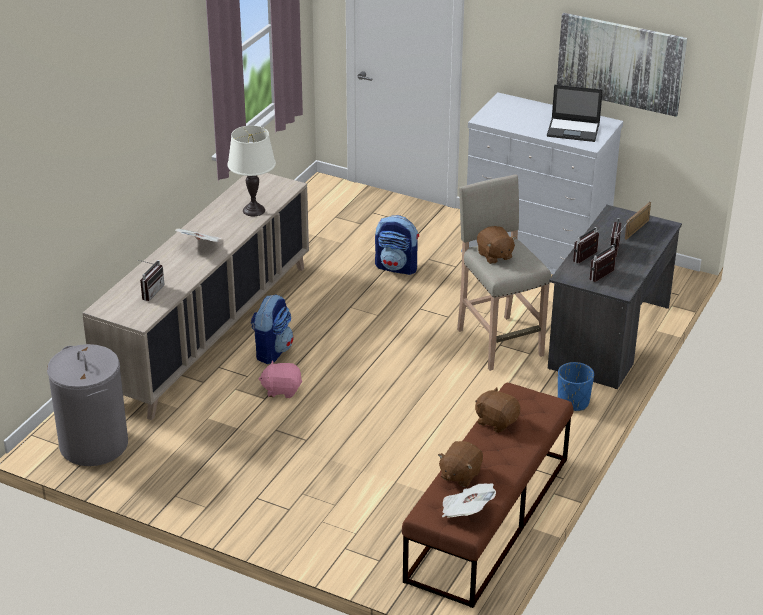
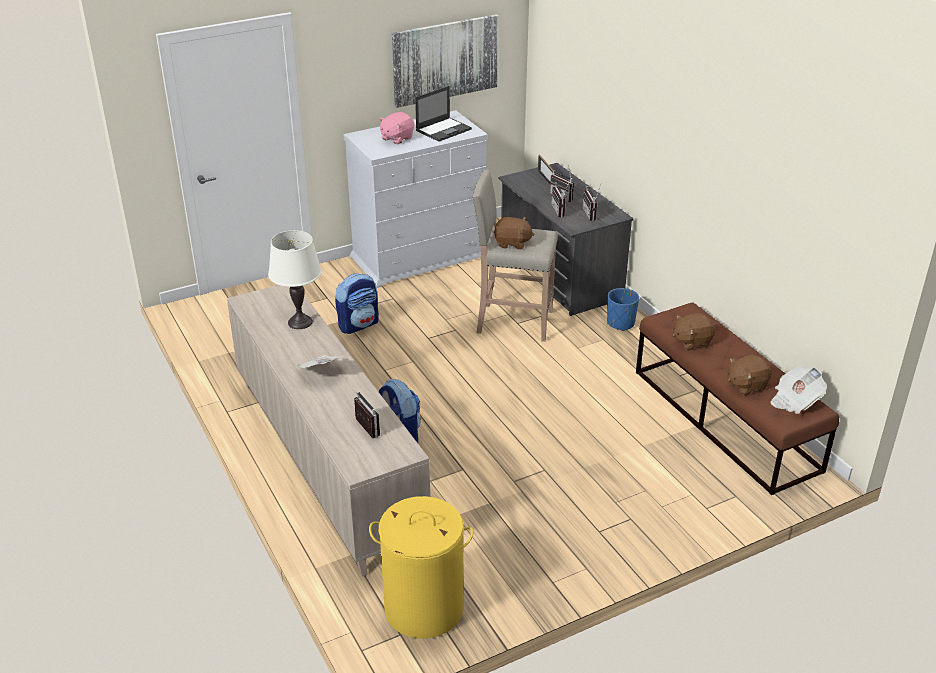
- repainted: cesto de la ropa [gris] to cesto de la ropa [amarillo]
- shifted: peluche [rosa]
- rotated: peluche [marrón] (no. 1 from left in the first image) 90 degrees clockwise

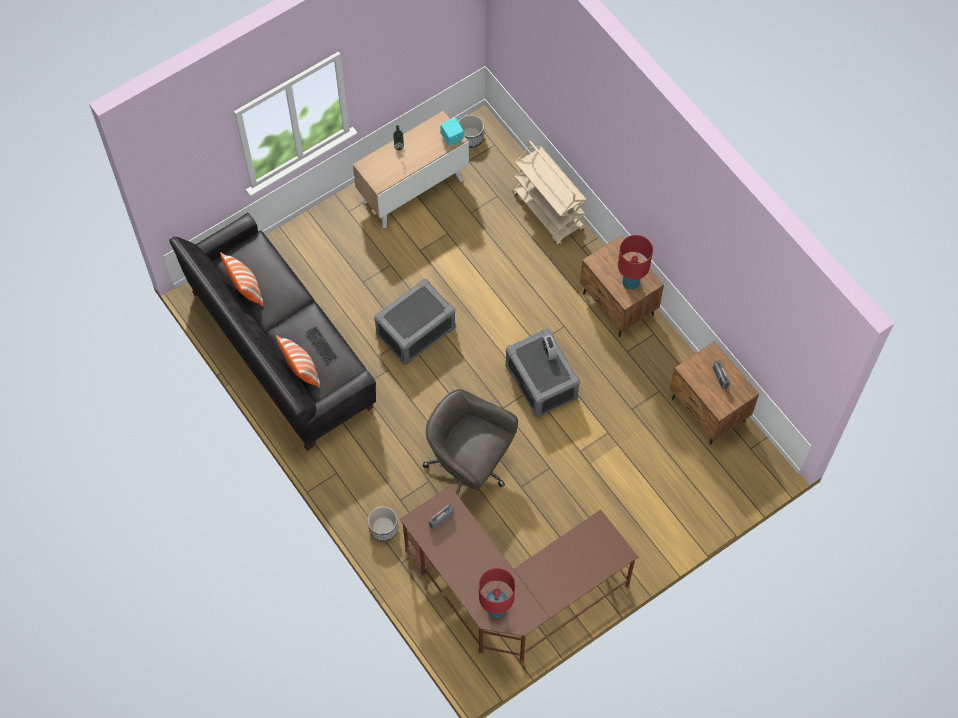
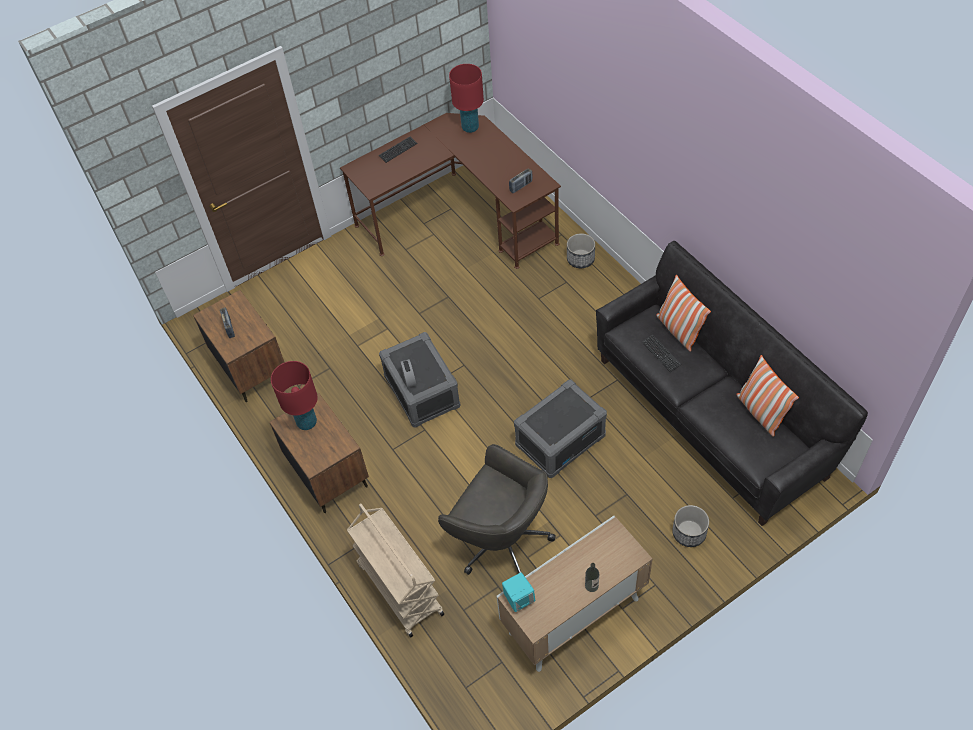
- shifted: maceta (no. 2 from left)
- shifted: silla de oficina [gris]
- new: teclado (no. 1 from left)

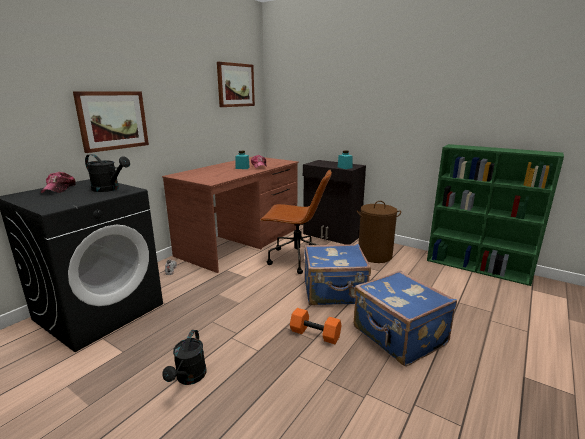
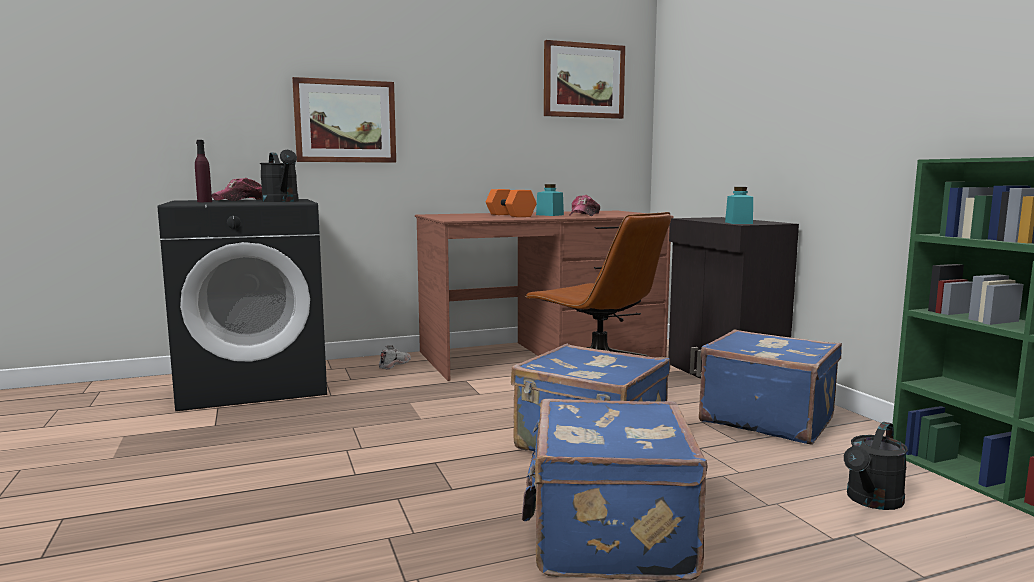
- swapped: cesto de la ropa [marrón] to maleta [azul] (no. 3 from left)
- shifted: mancuerna [naranja]
- shifted: regadera [negro] (no. 2 from left)
- new: botella [morado]

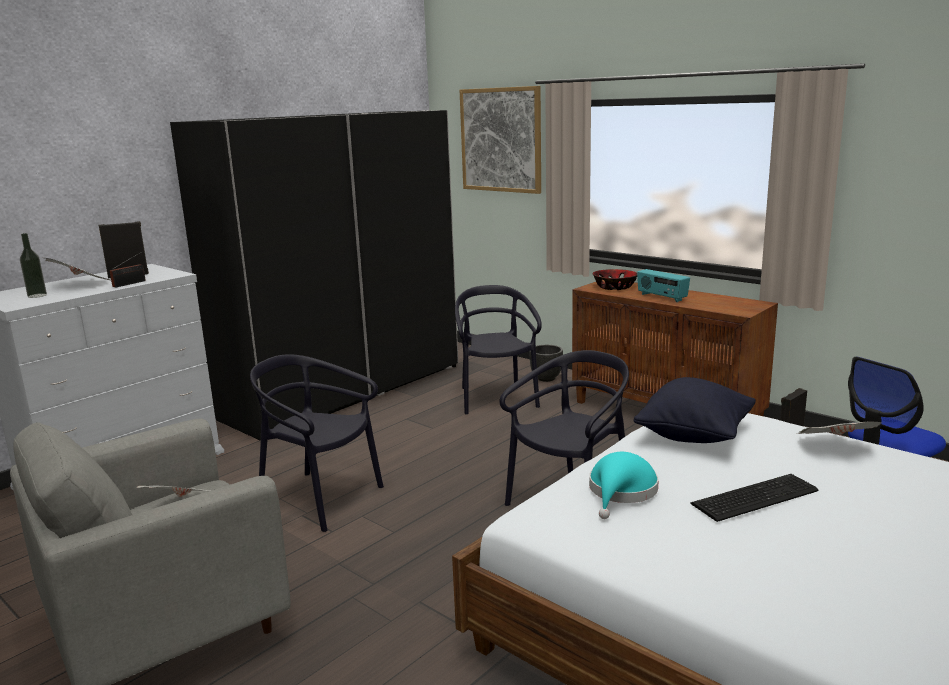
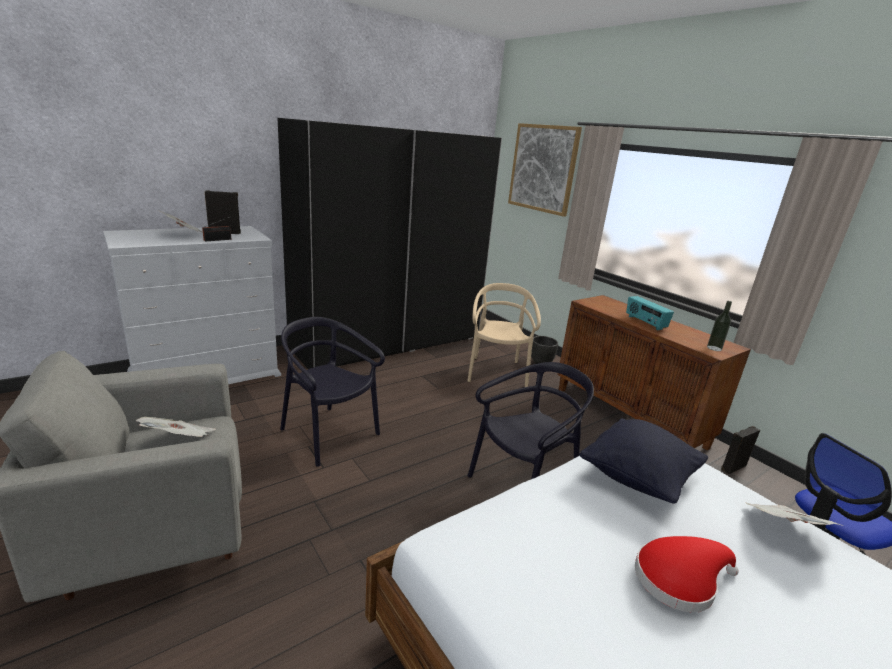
- shifted: botella
- gone: cuenco
- repainted: silla [negro] (no. 2 from left) to silla [beis]
- gone: sombrero [turquesa]
- swapped: teclado to sombrero [rojo]

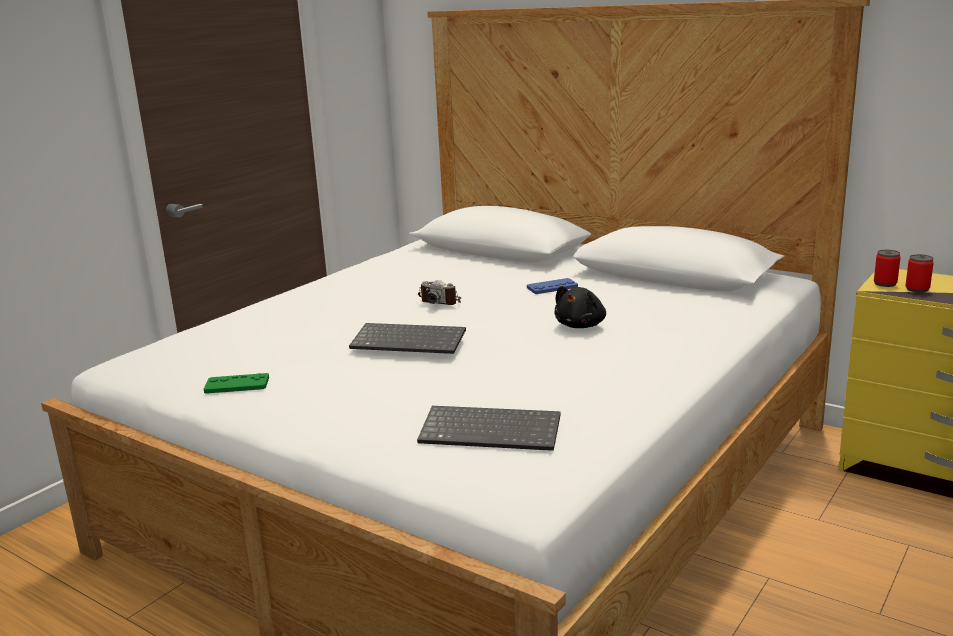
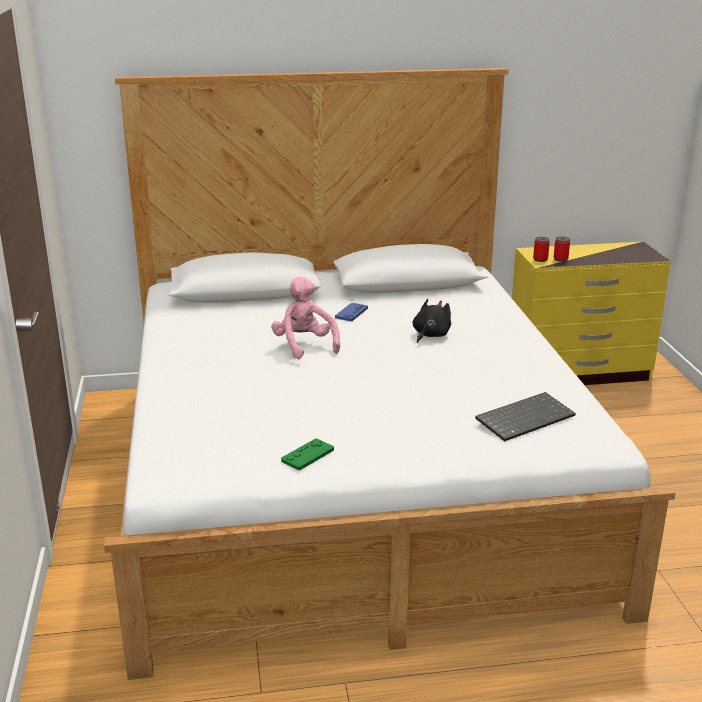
- swapped: cámara to peluche [rosa]
- rotated: peluche [negro] 135 degrees counterclockwise
- gone: teclado (no. 1 from left)

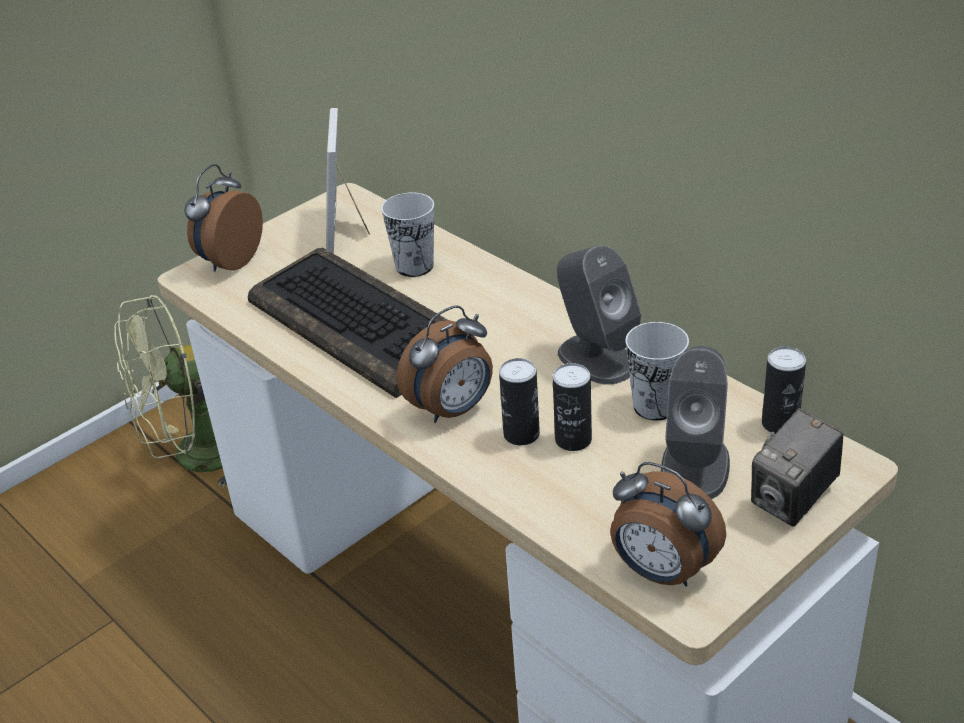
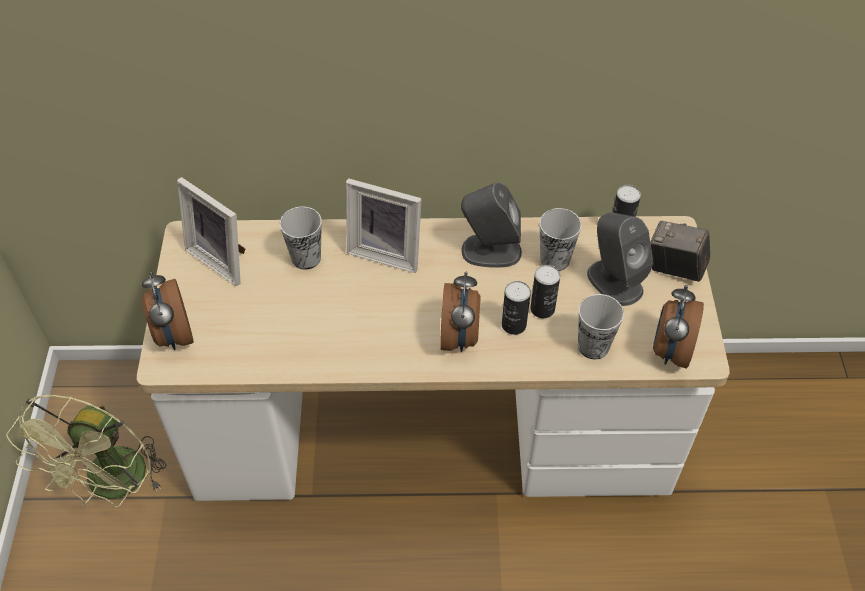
- gone: teclado
- rotated: cámara 120 degrees clockwise
- rotated: despertador (no. 3 from left) 120 degrees clockwise
- new: portarretratos (no. 2 from left)
- new: taza (no. 3 from left)

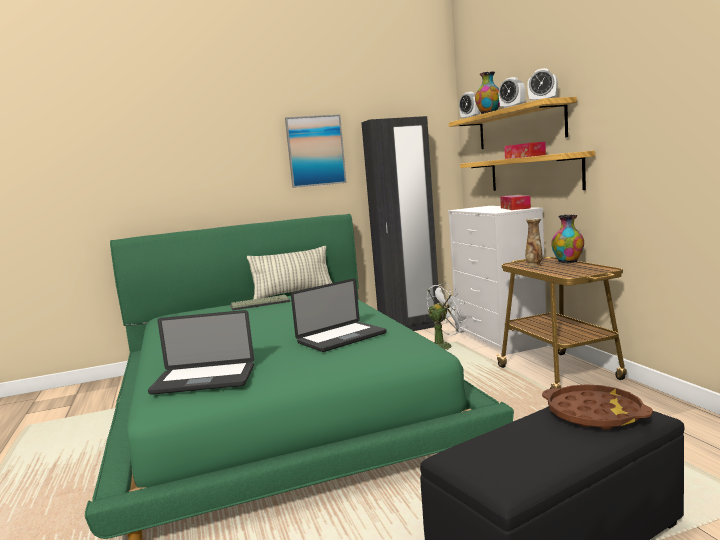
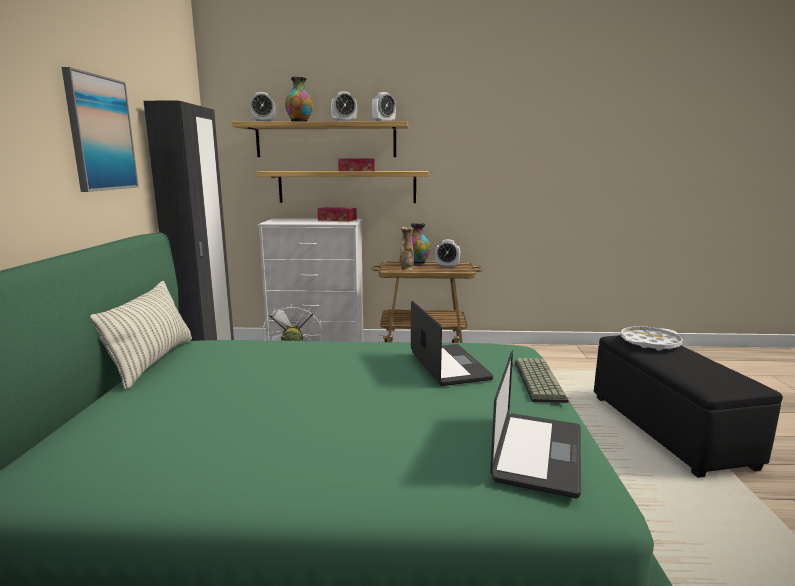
- shifted: teclado
- repainted: bandeja [marrón] to bandeja [blanco]
- new: despertador (no. 4 from left)

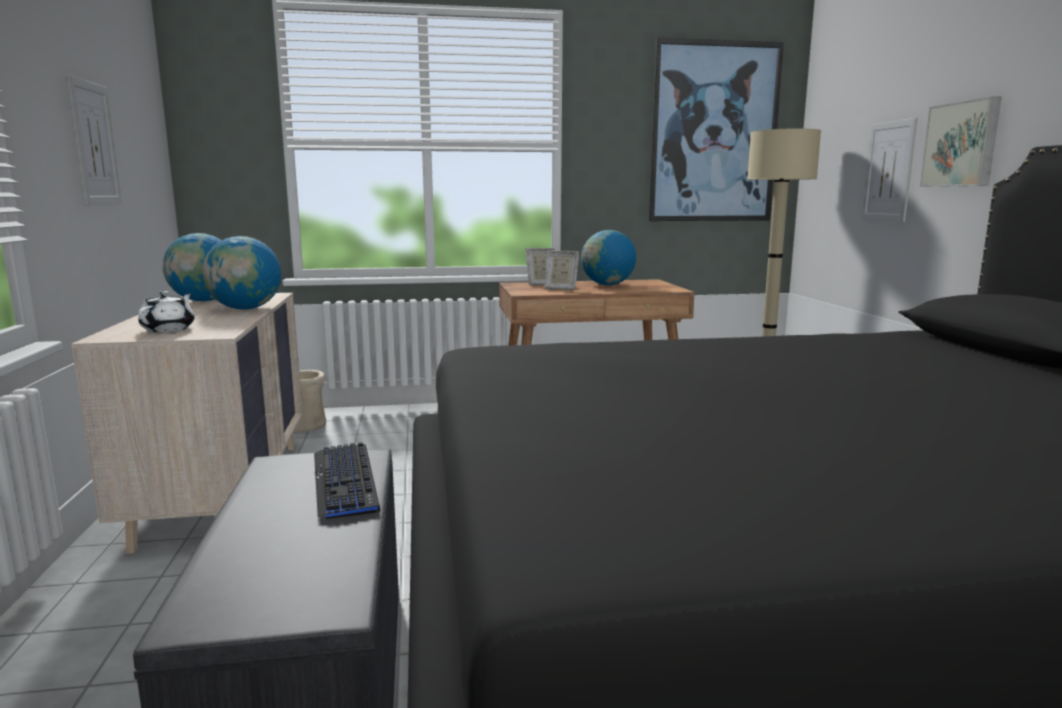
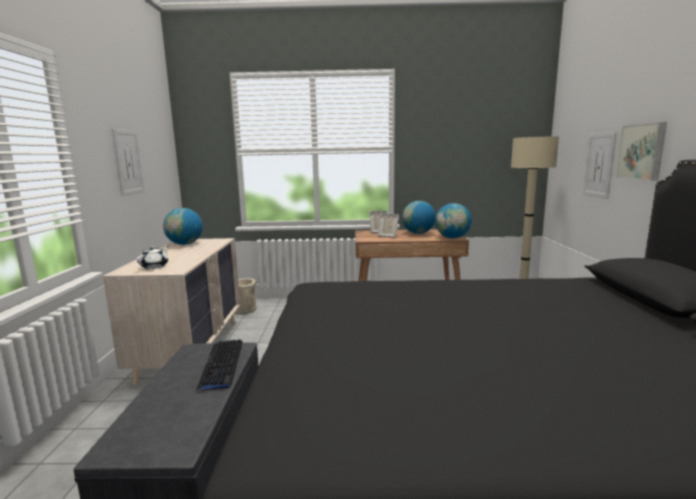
- gone: cuadro (no. 2 from left)
- shifted: globo terráqueo (no. 2 from left in the first image) to globo terráqueo (no. 3 from left)

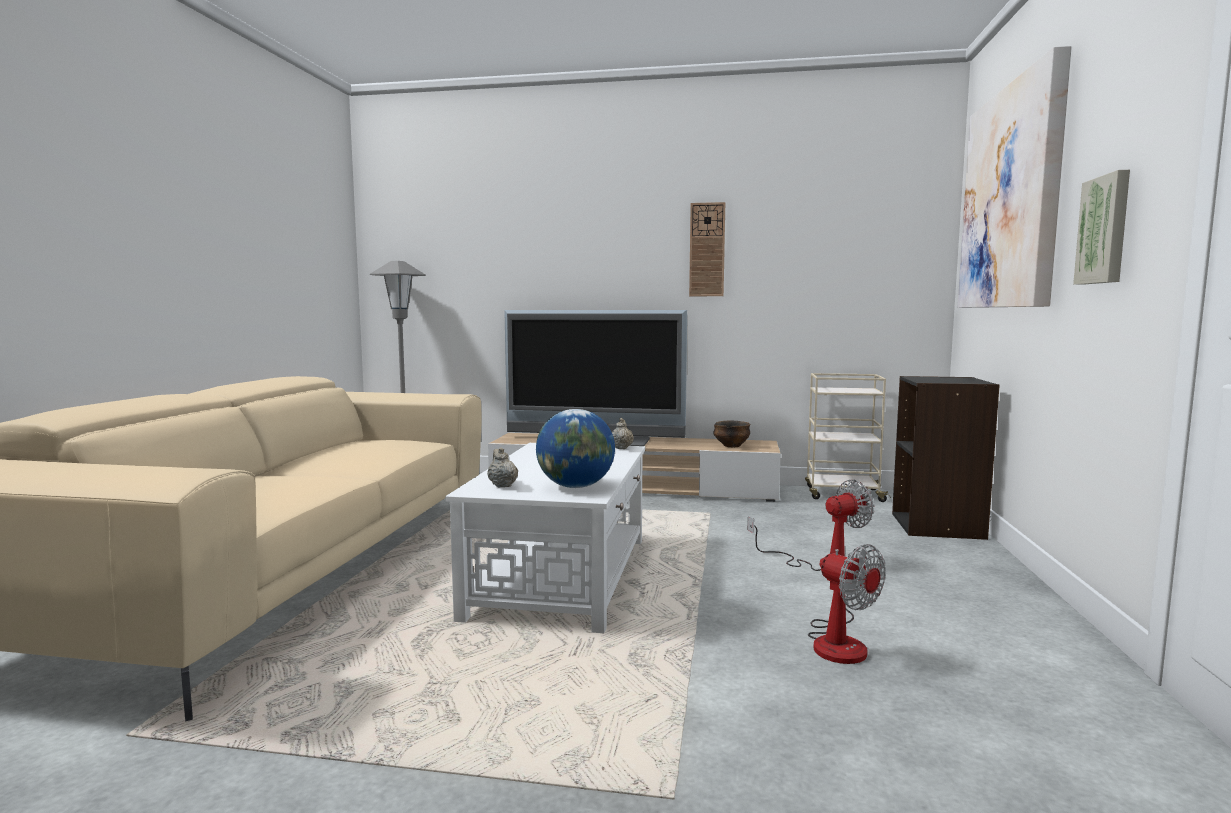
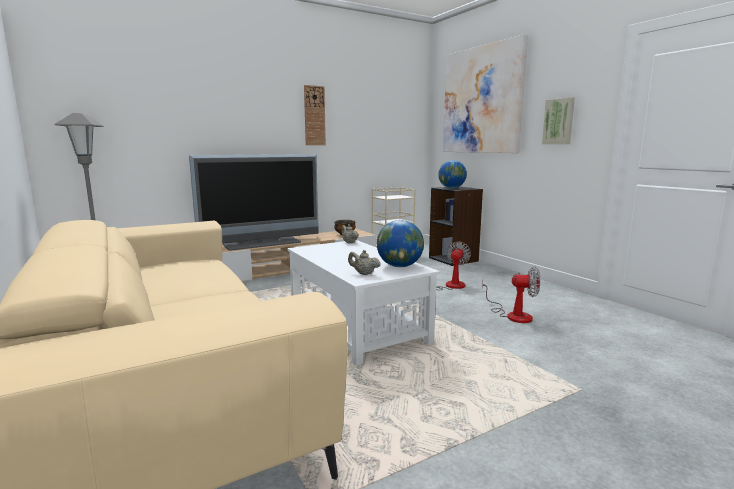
- new: globo terráqueo (no. 2 from left)

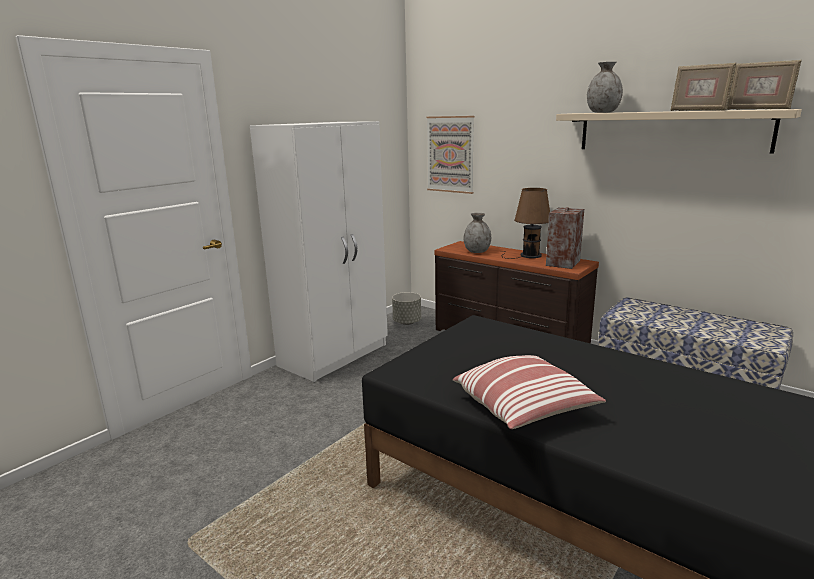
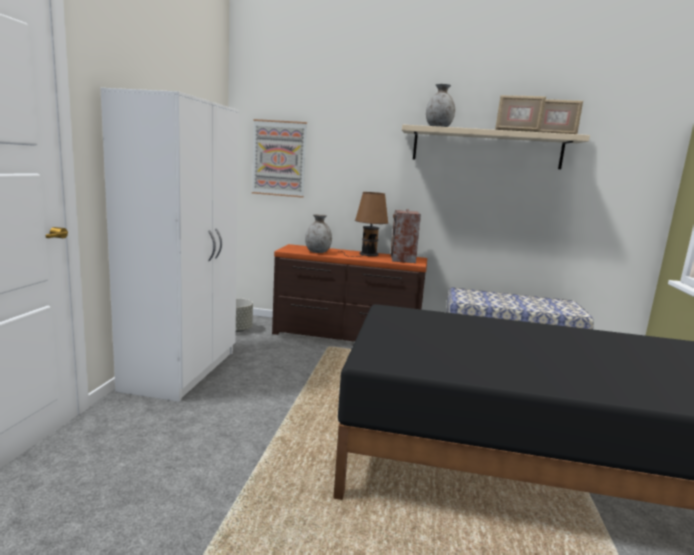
- gone: cojín

